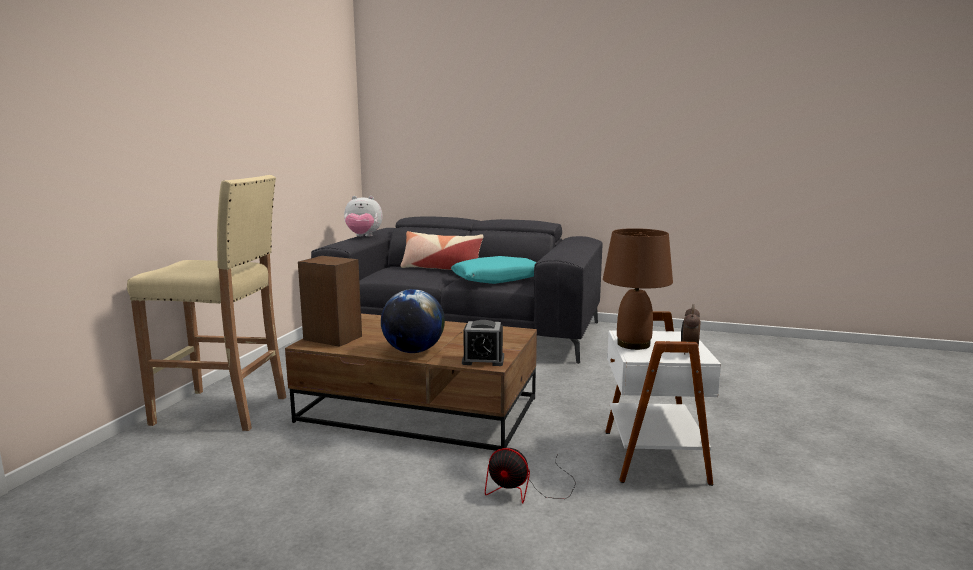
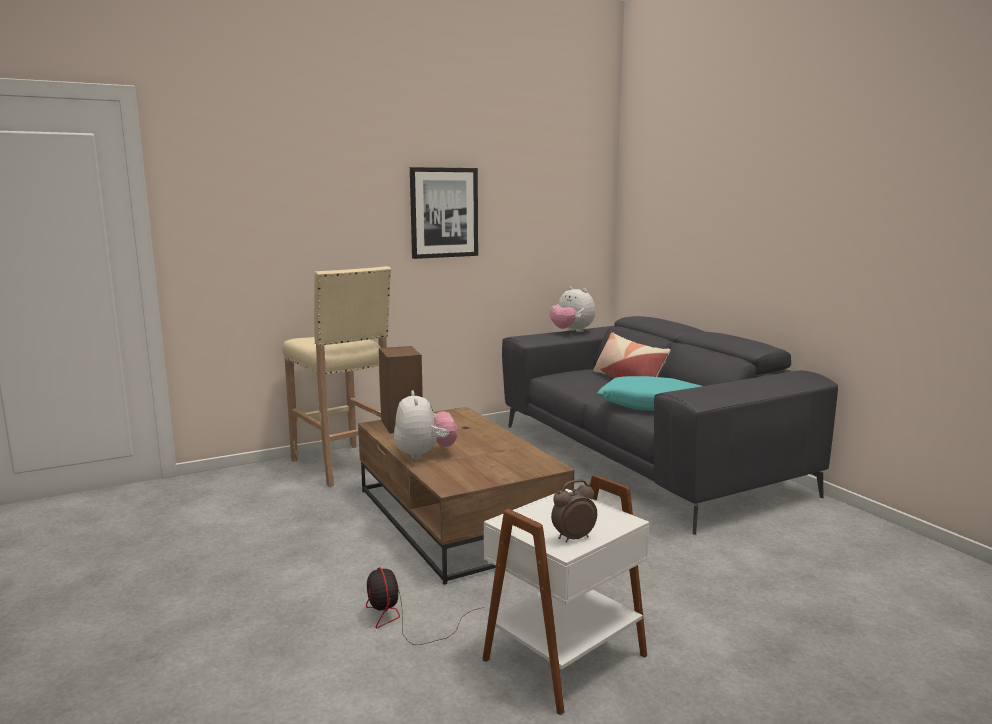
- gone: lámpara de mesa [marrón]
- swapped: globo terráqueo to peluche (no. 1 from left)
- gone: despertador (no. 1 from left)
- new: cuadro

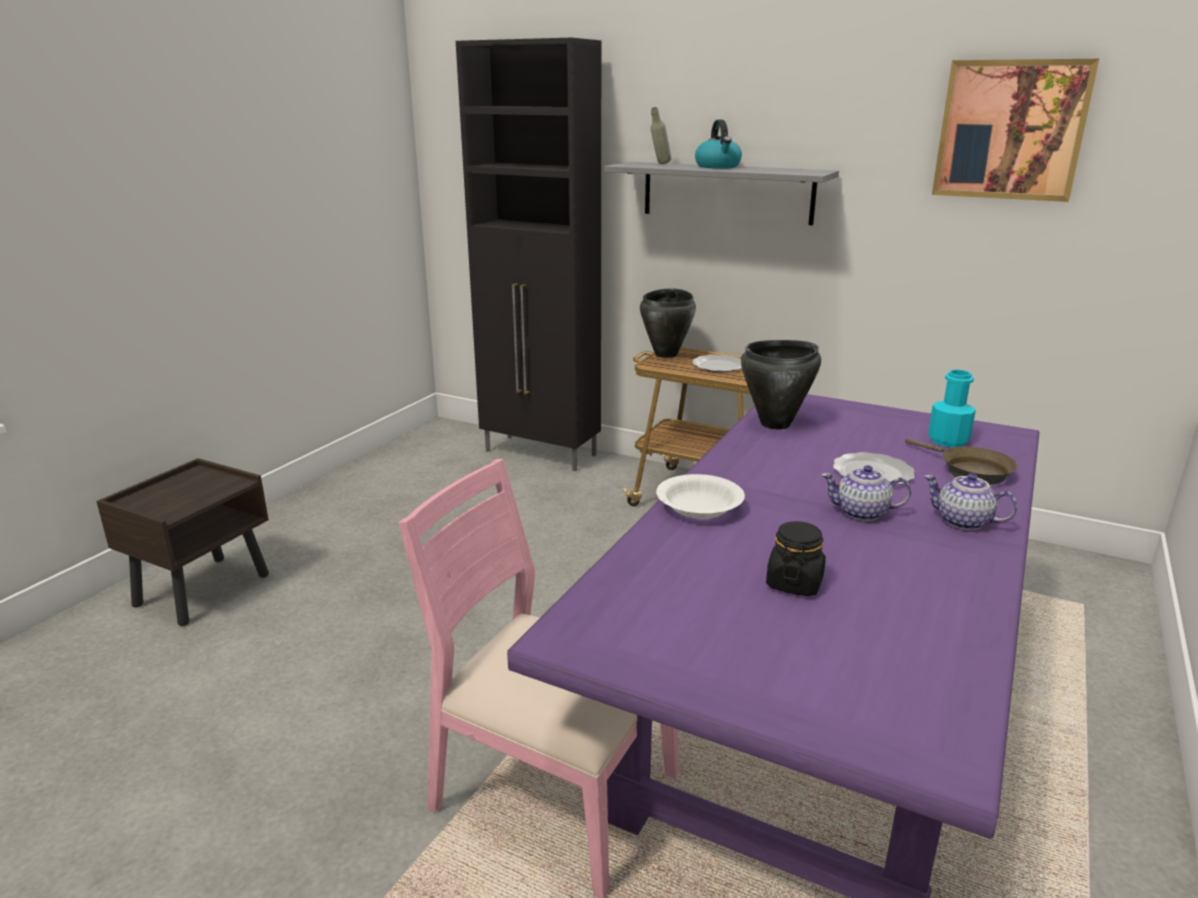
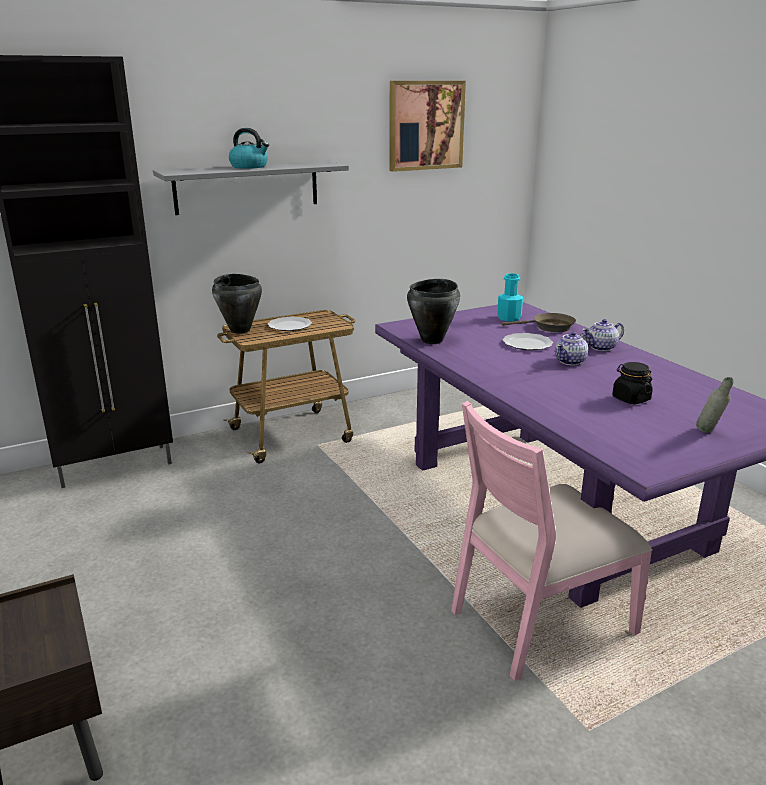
- shifted: botella [gris]
- gone: cuenco [blanco]

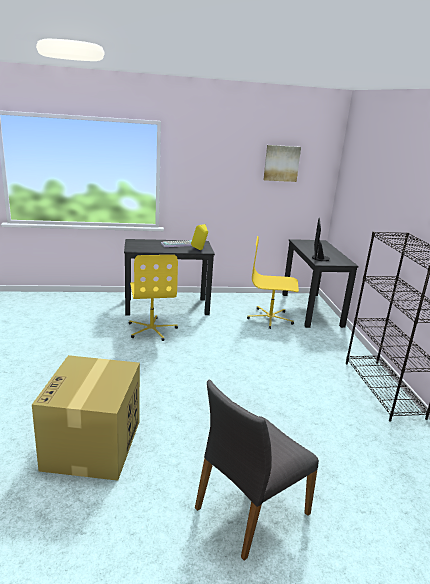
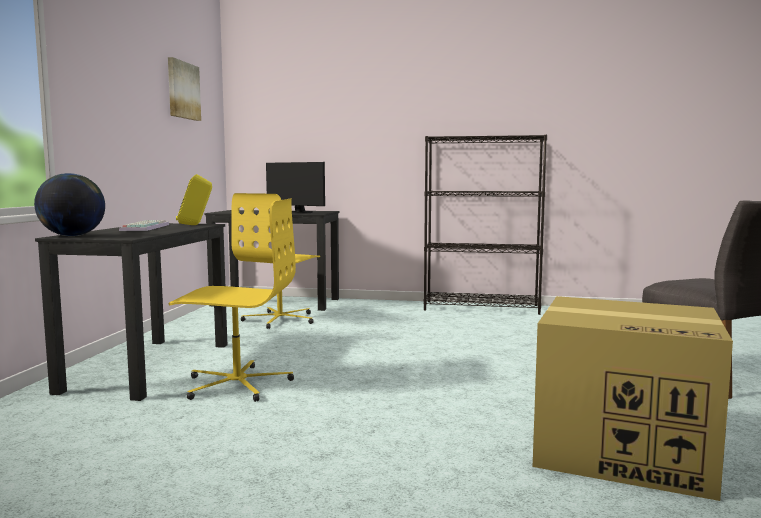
- new: globo terráqueo

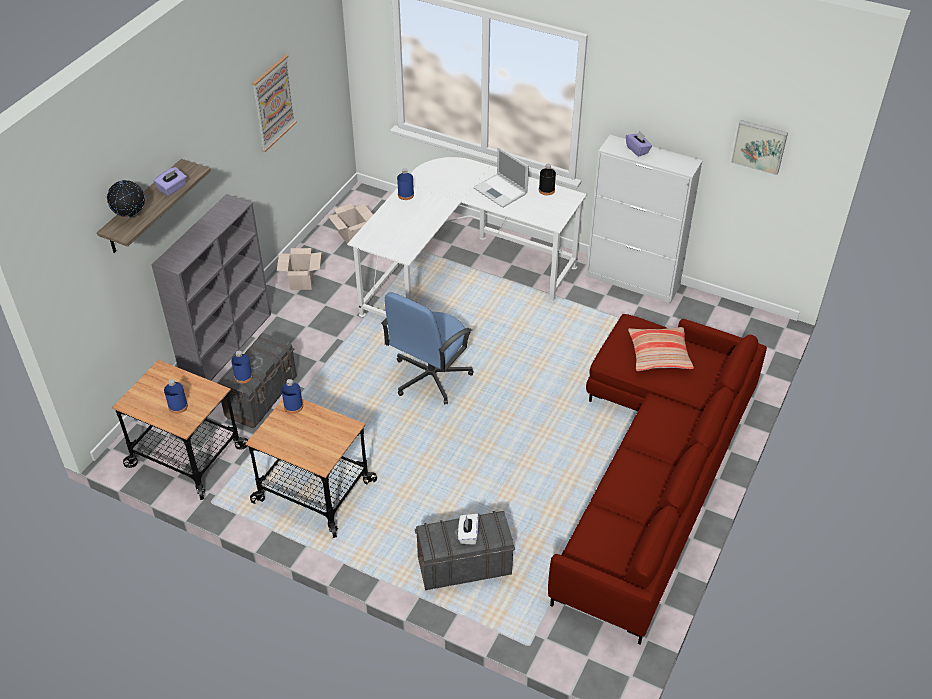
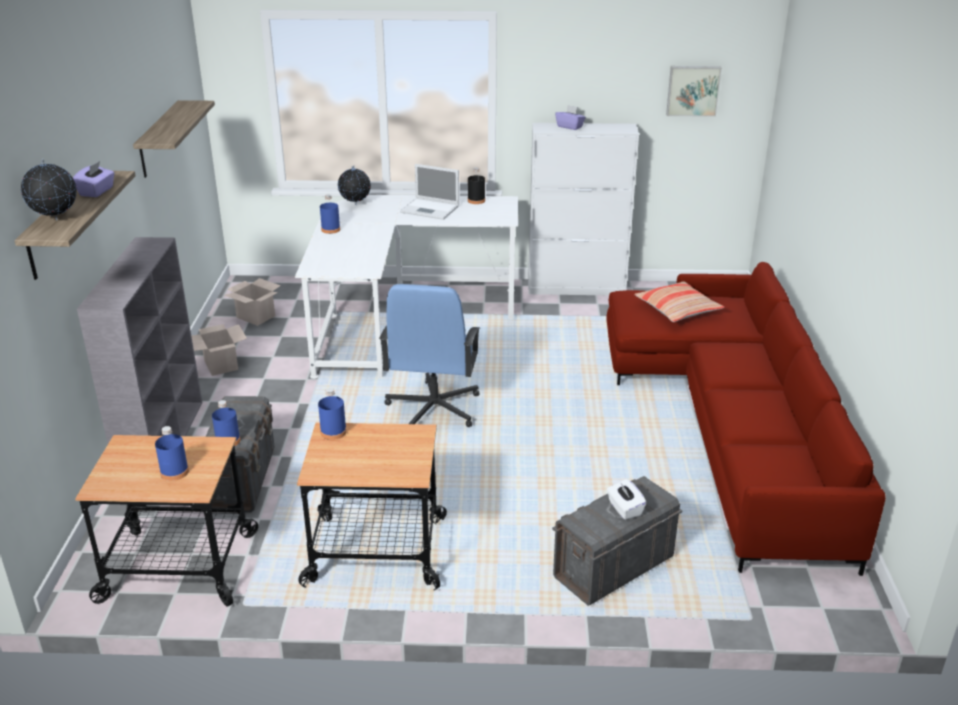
- swapped: cuadro (no. 1 from left) to estante (no. 2 from left)
- new: globo terráqueo (no. 2 from left)

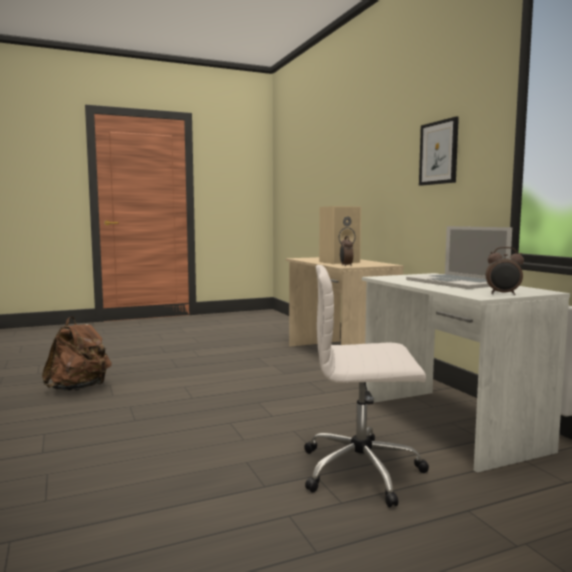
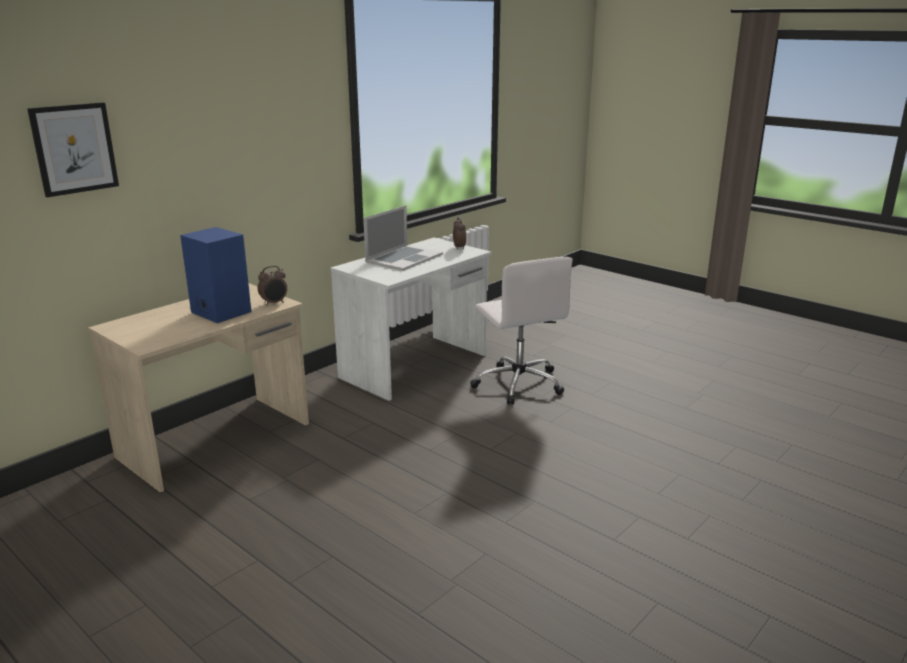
- shifted: cuadro
- repainted: altavoz [beis] to altavoz [azul]
- gone: mochila [marrón]

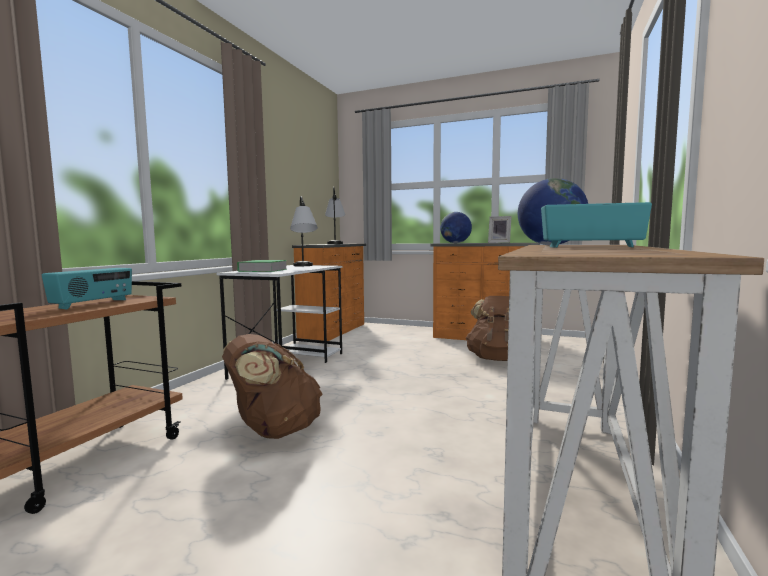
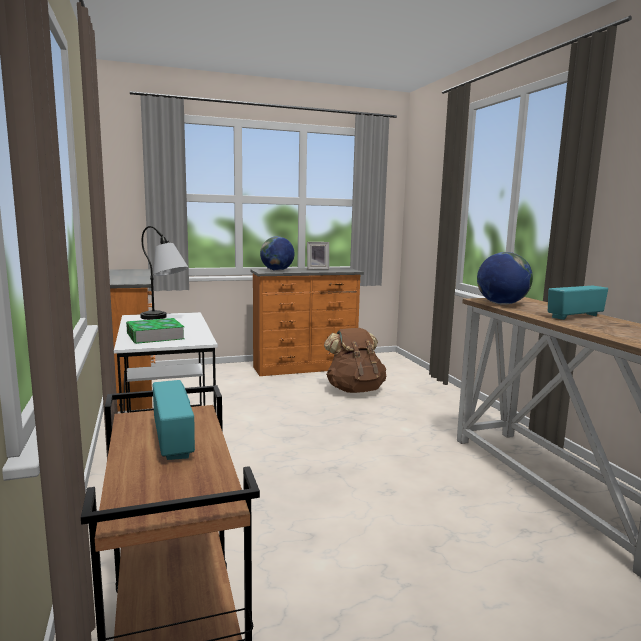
- gone: lámpara de mesa (no. 2 from left)
- gone: mochila [marrón] (no. 1 from left)

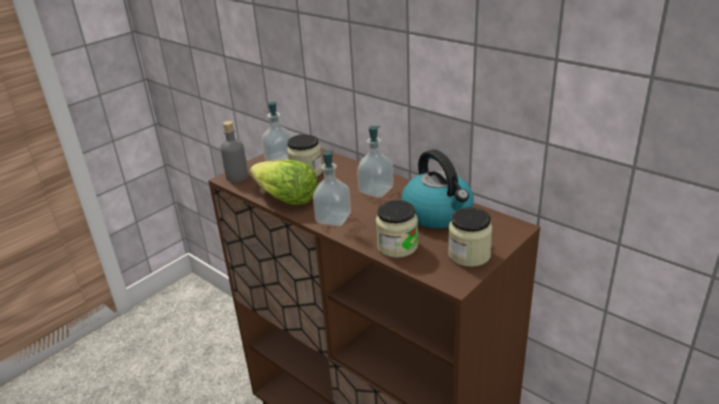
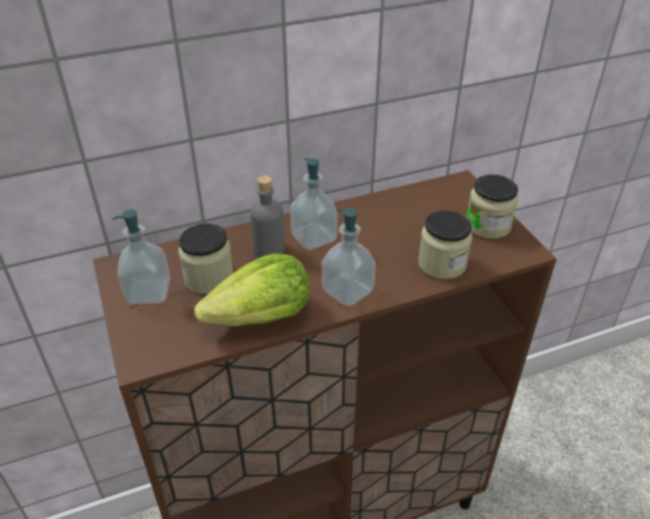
- shifted: botella [gris]
- gone: hervidor

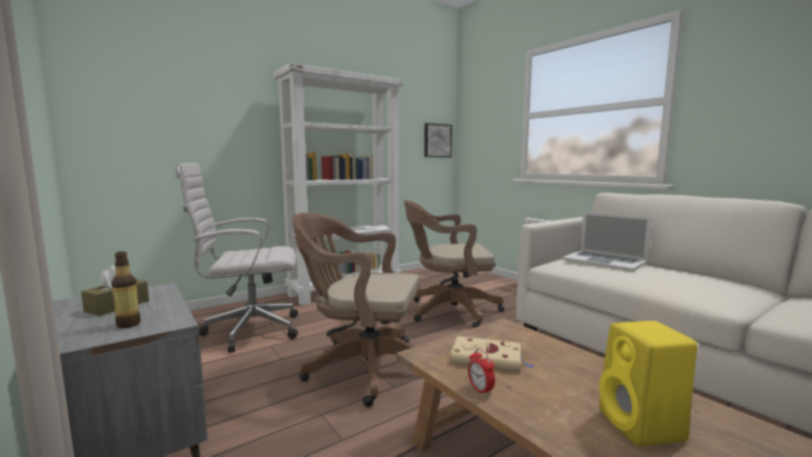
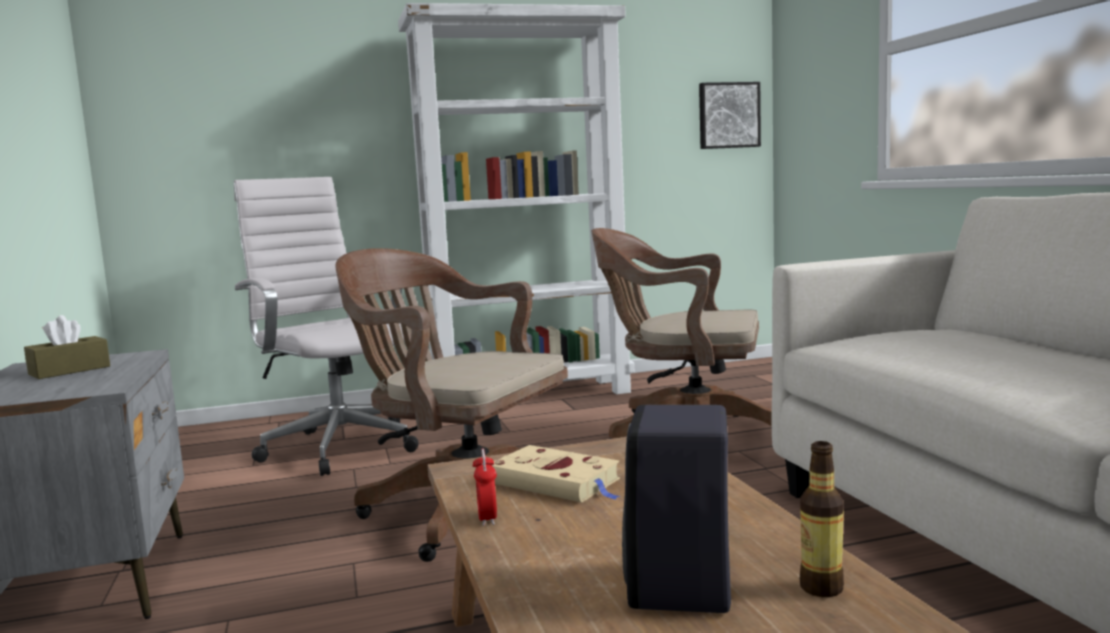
- rotated: silla de oficina [blanco] 45 degrees clockwise
- gone: portátil
- shifted: botella
- repainted: altavoz [amarillo] to altavoz [negro]

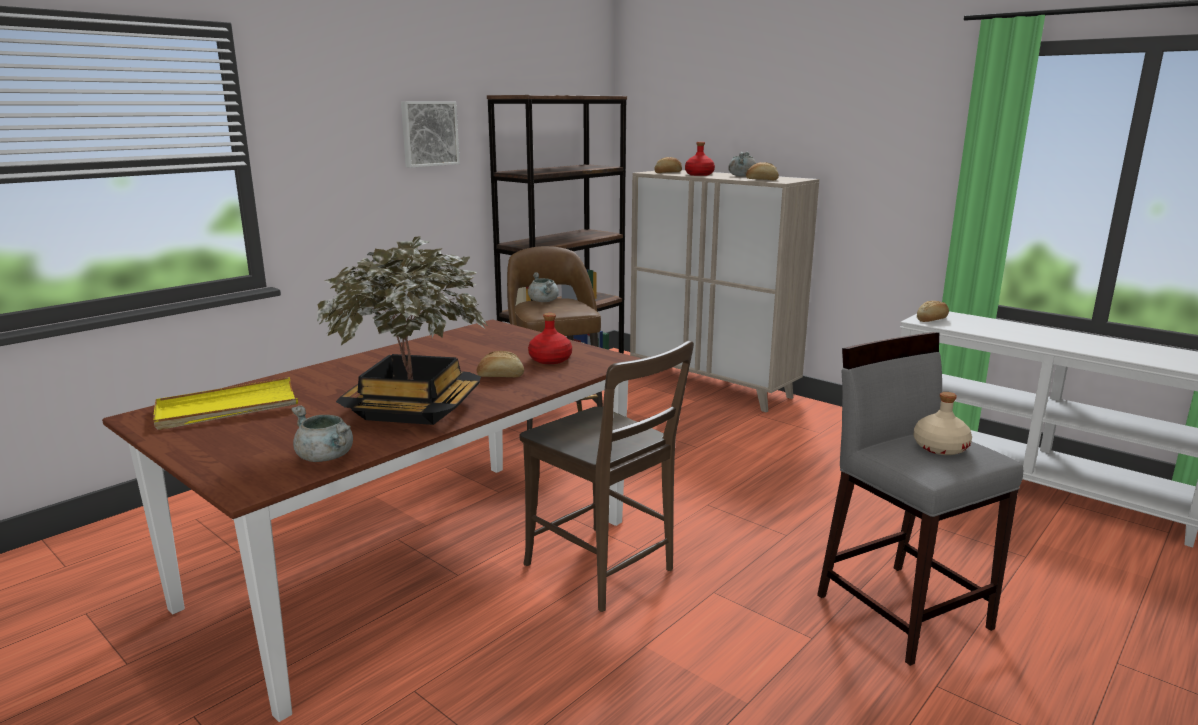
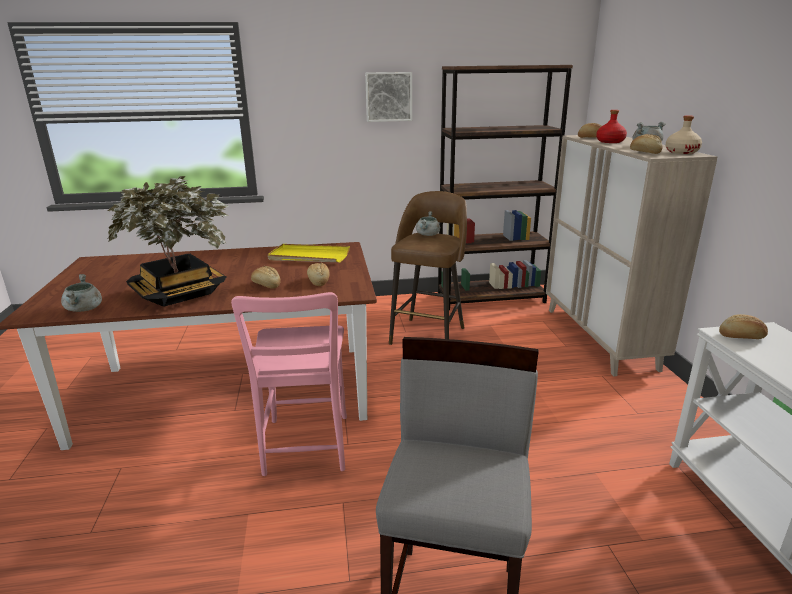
- swapped: botella [rojo] (no. 1 from left) to pan (no. 2 from left)
- repainted: silla [marrón] to silla [rosa]
- shifted: bandeja [amarillo]
- shifted: botella [beis]

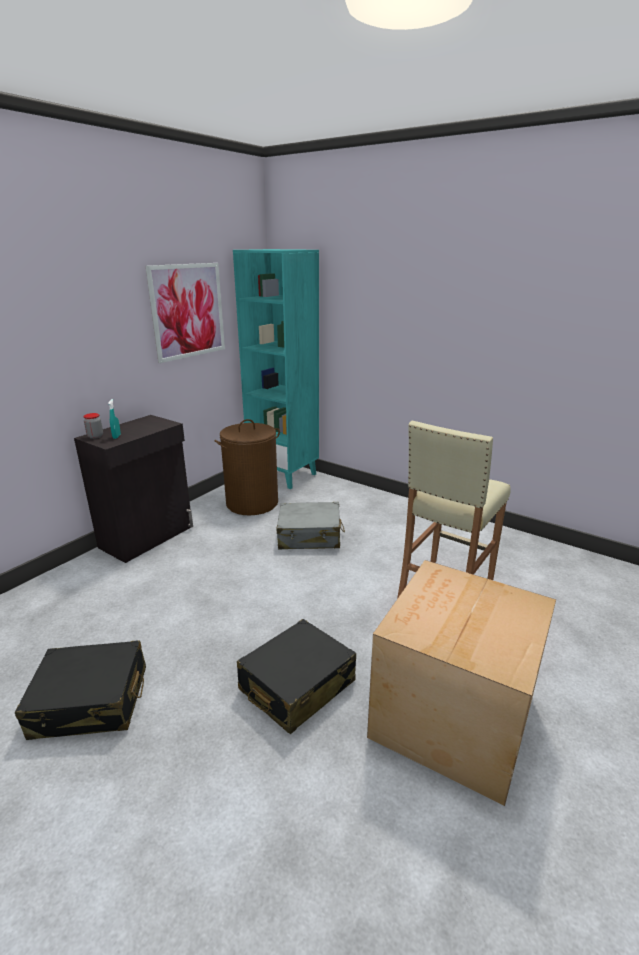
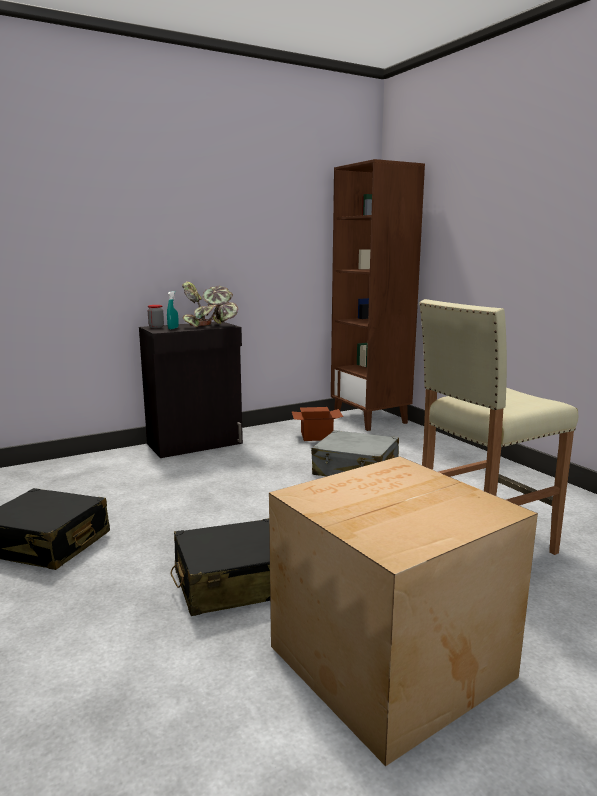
- repainted: estantería [turquesa] to estantería [marrón]
- gone: cuadro
- swapped: cesto de la ropa [marrón] to caja de cartón (no. 1 from left)
- new: planta en maceta

